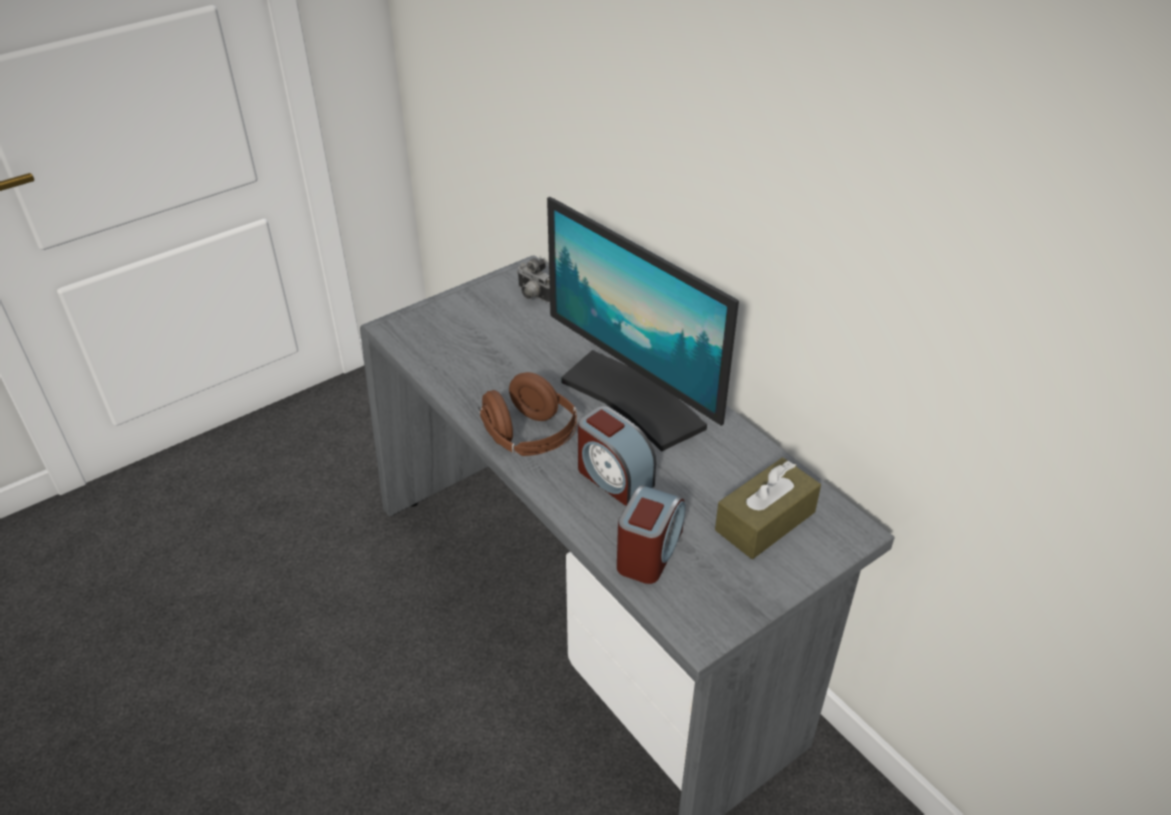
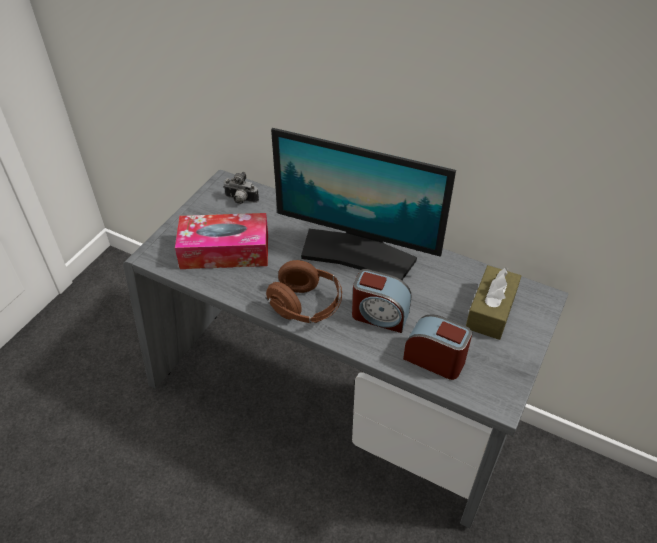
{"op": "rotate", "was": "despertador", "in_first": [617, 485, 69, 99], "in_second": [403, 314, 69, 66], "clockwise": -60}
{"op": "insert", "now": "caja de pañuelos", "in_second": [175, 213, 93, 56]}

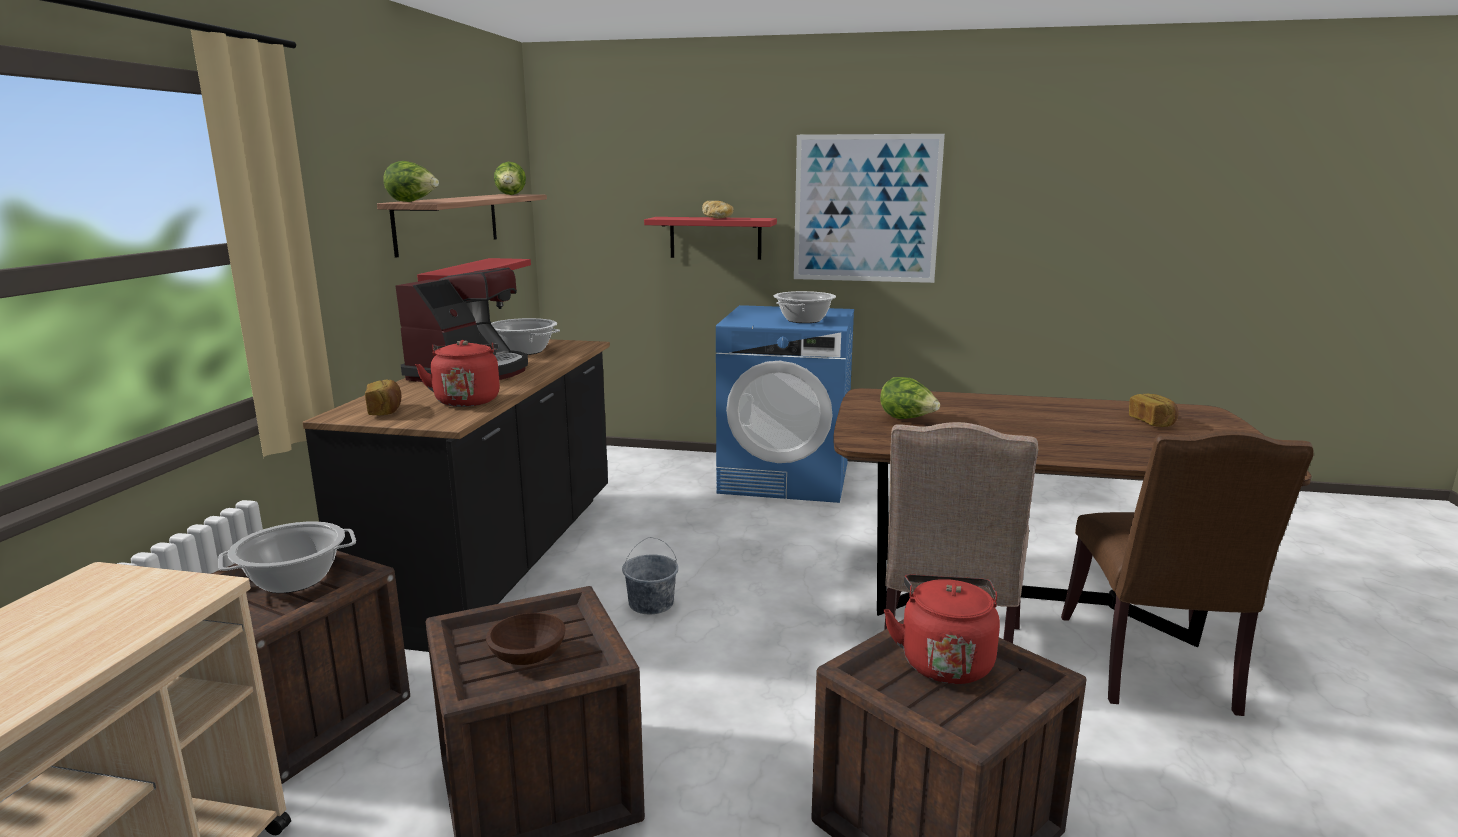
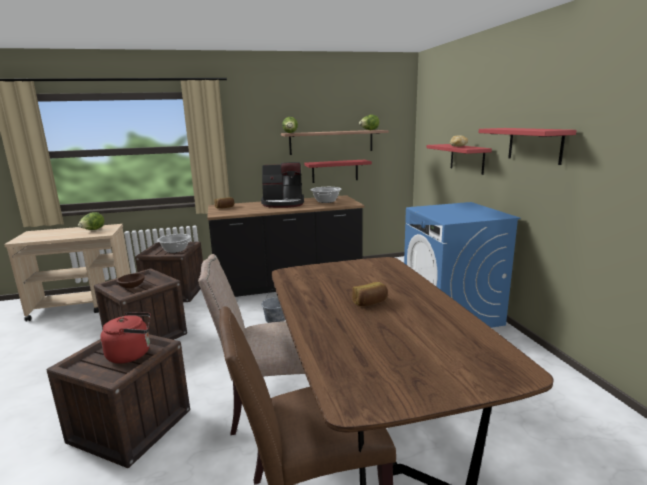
{"op": "delete", "was": "hervidor (rojo)", "in_first": [415, 340, 85, 67]}
{"op": "delete", "was": "olla", "in_first": [774, 291, 62, 32]}
{"op": "replace", "was": "cuadro", "now": "estante (rojo)", "in_first": [794, 134, 151, 149], "in_second": [479, 128, 98, 37]}
{"op": "move", "was": "lechuga", "in_first": [880, 377, 60, 42], "in_second": [78, 212, 27, 18]}
{"op": "move", "was": "pan", "in_first": [1129, 394, 50, 33], "in_second": [352, 282, 36, 24]}

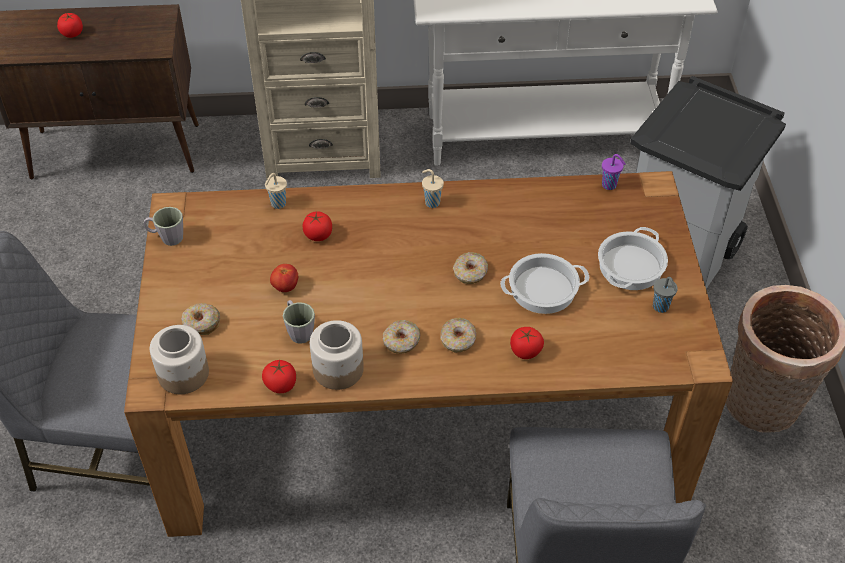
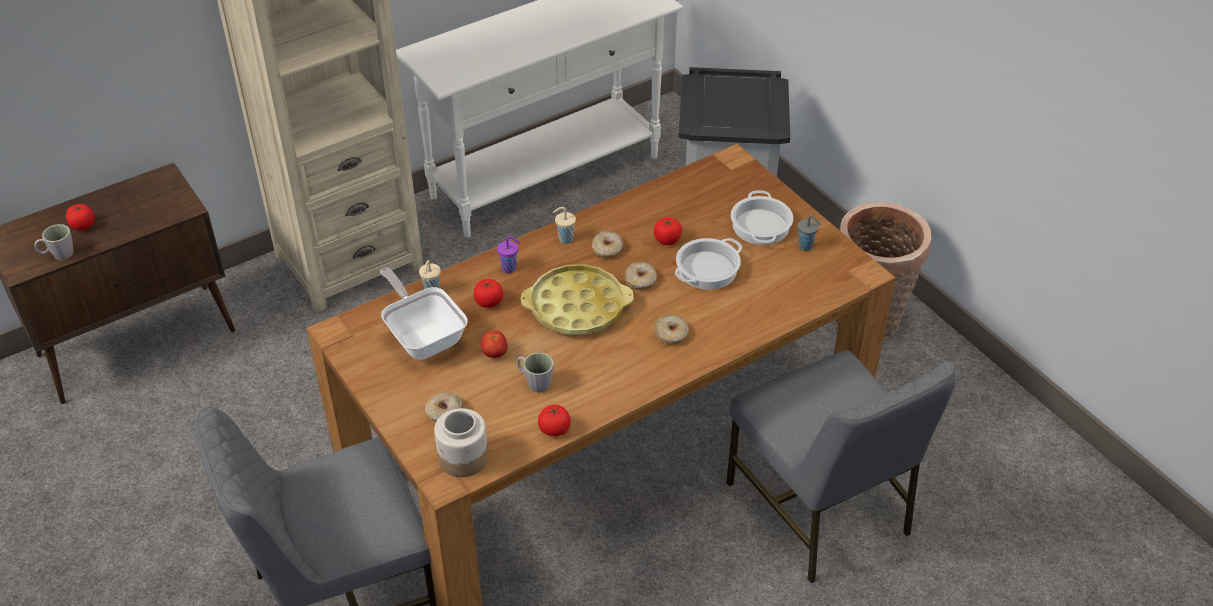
{"op": "move", "was": "taza grande (gris)", "in_first": [144, 207, 39, 39], "in_second": [34, 224, 39, 36]}
{"op": "delete", "was": "tarro", "in_first": [310, 320, 54, 70]}
{"op": "move", "was": "rosquilla", "in_first": [383, 320, 38, 34], "in_second": [592, 231, 31, 28]}
{"op": "move", "was": "tomate", "in_first": [510, 327, 34, 32], "in_second": [654, 218, 28, 27]}
{"op": "move", "was": "taza (morado)", "in_first": [602, 154, 24, 36], "in_second": [497, 236, 23, 37]}
{"op": "insert", "now": "sartén", "in_second": [380, 268, 88, 92]}
{"op": "insert", "now": "bandeja (amarillo)", "in_second": [521, 264, 113, 71]}

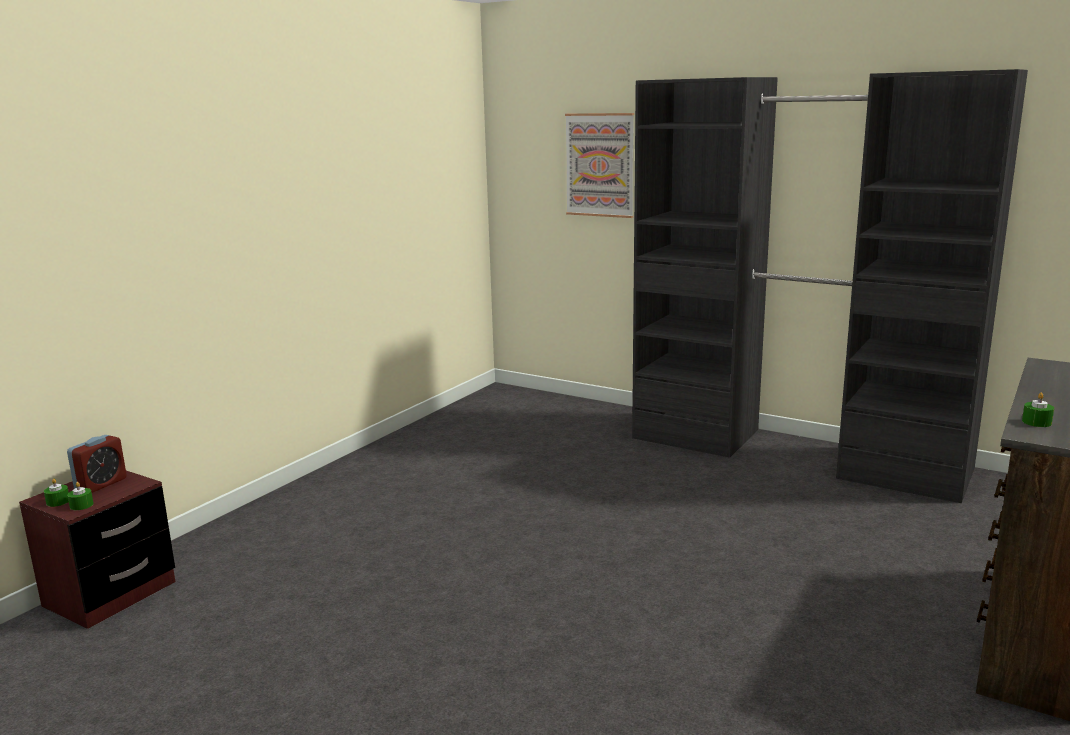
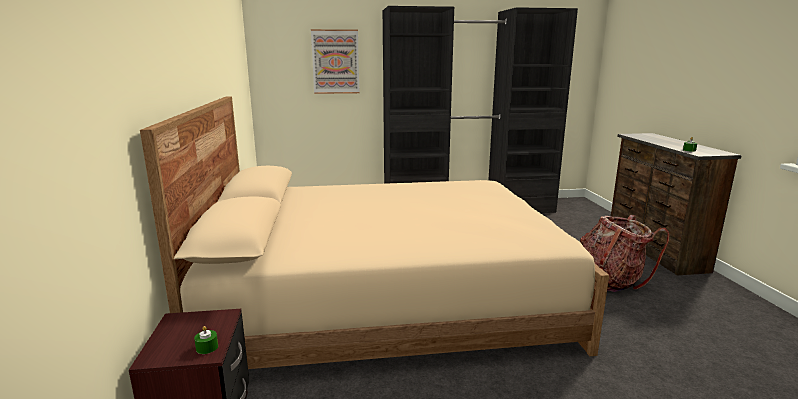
{"op": "delete", "was": "vela (verde)", "in_first": [44, 478, 25, 29]}
{"op": "delete", "was": "despertador", "in_first": [67, 435, 60, 58]}
{"op": "insert", "now": "cama (beis)", "in_second": [140, 96, 469, 273]}
{"op": "insert", "now": "mochila", "in_second": [580, 215, 89, 77]}

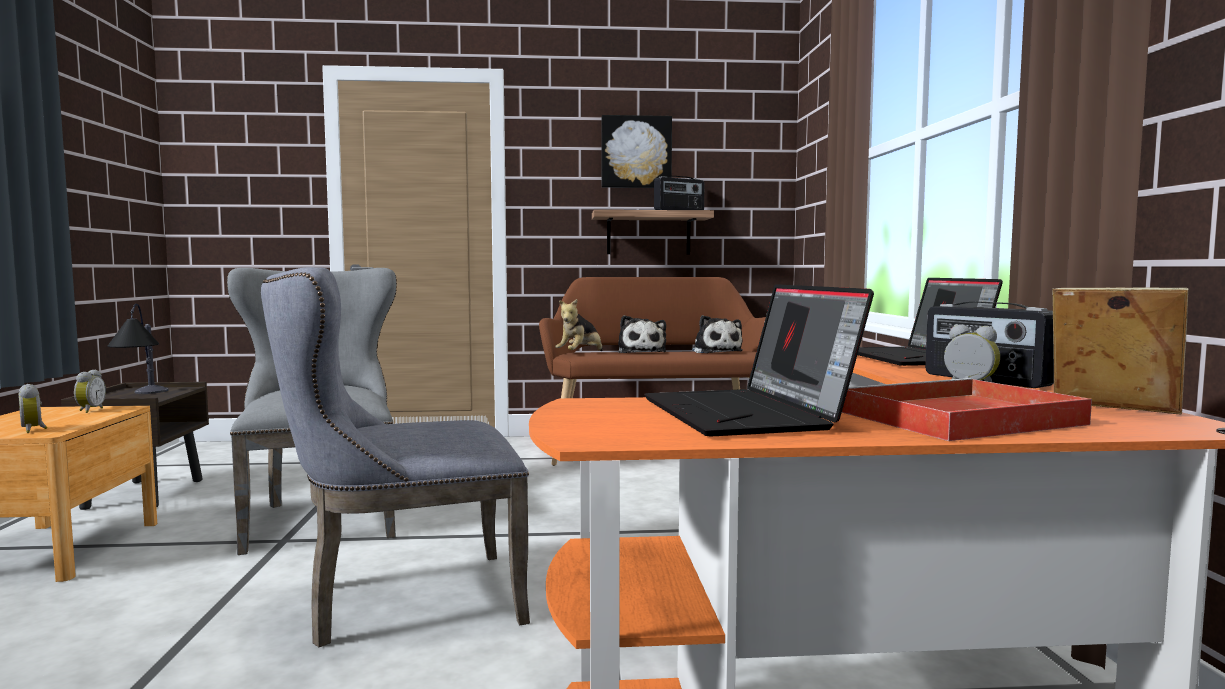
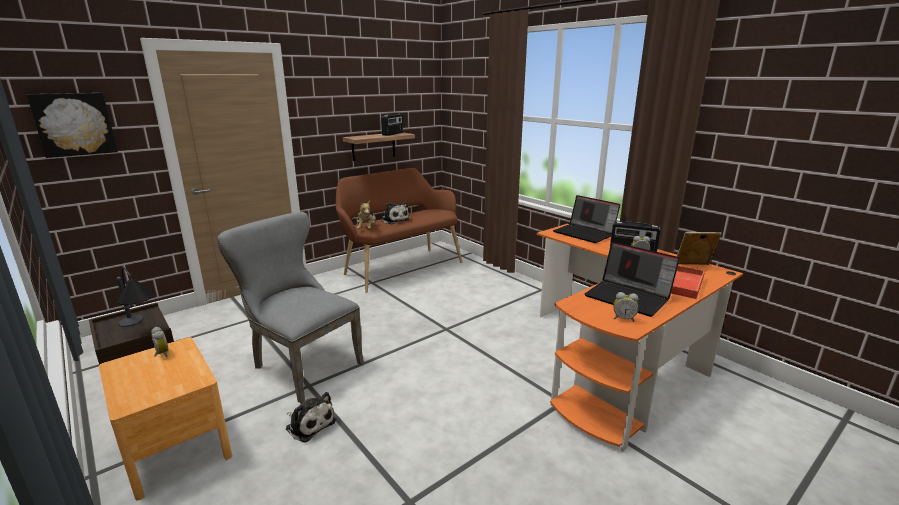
{"op": "move", "was": "despertador", "in_first": [18, 384, 29, 49], "in_second": [613, 292, 25, 30]}
{"op": "delete", "was": "silla (gris)", "in_first": [261, 267, 269, 380]}
{"op": "move", "was": "cuadro", "in_first": [601, 115, 71, 73], "in_second": [27, 93, 91, 65]}
{"op": "move", "was": "peluche", "in_first": [691, 315, 52, 38], "in_second": [286, 392, 50, 51]}

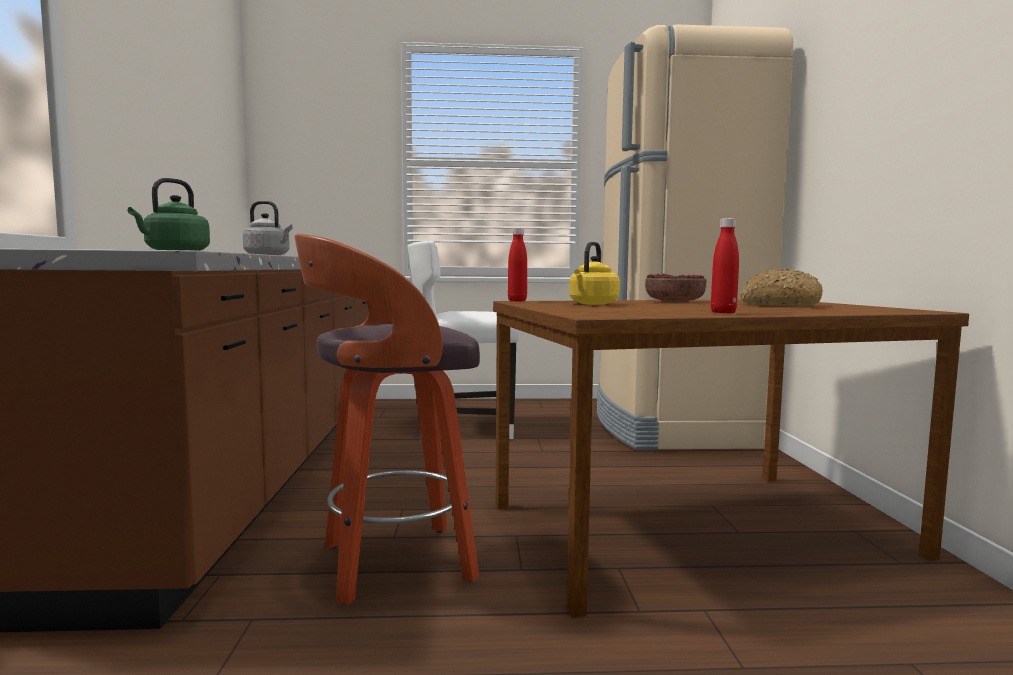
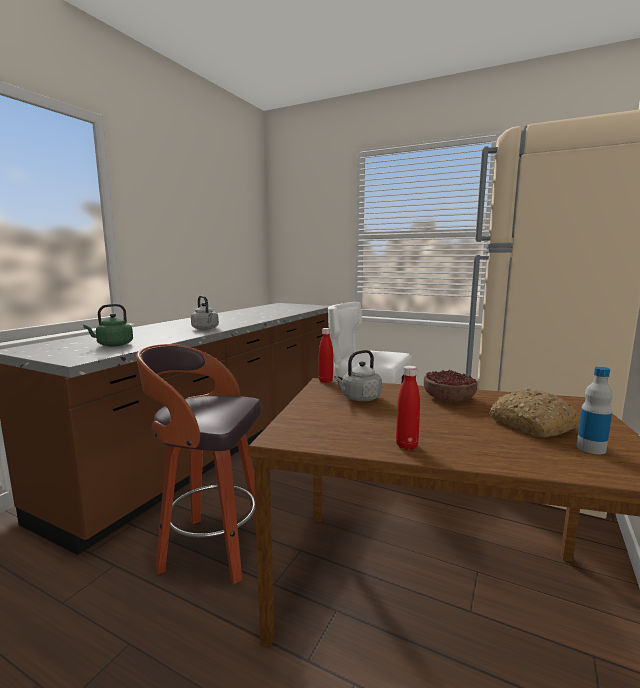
{"op": "recolor", "was": "hervidor (amarillo)", "now": "hervidor (gris)", "in_first": [569, 242, 51, 63], "in_second": [333, 350, 49, 51]}
{"op": "insert", "now": "botella", "in_second": [576, 367, 37, 87]}

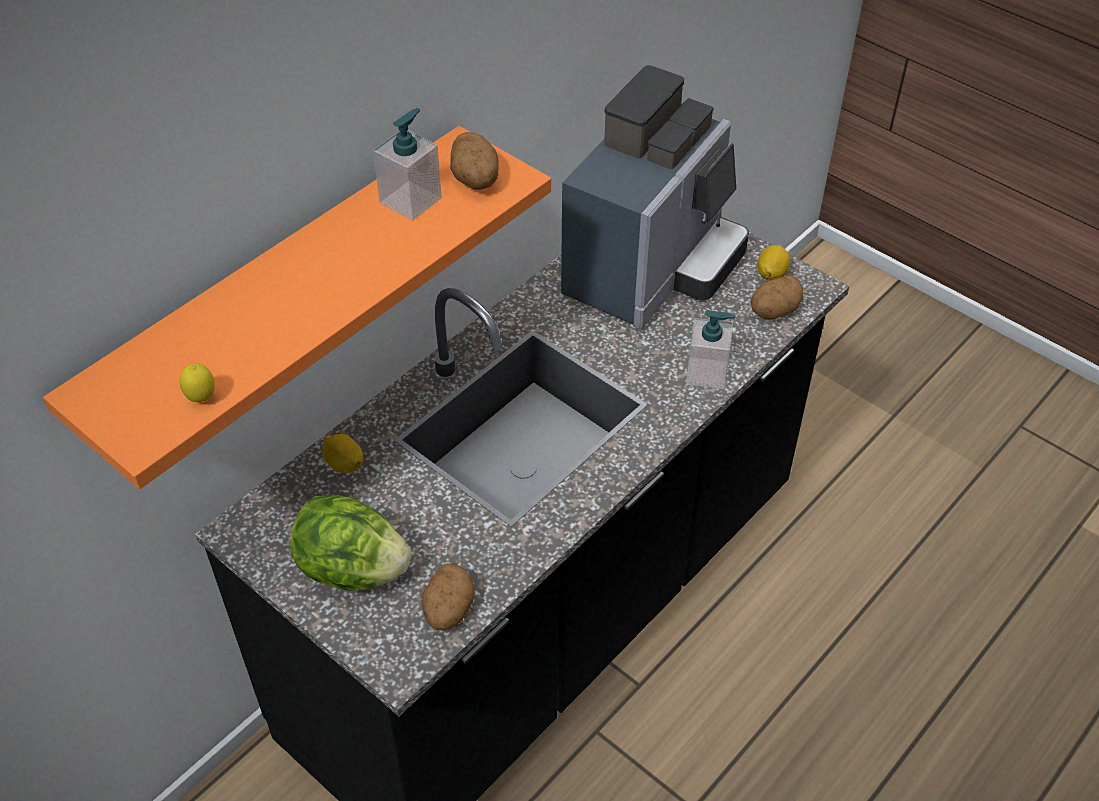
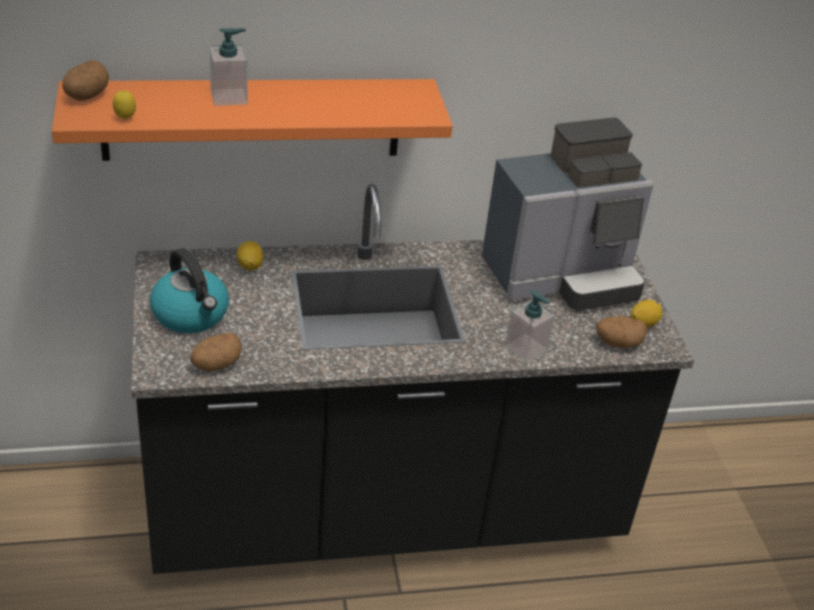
{"op": "replace", "was": "lechuga", "now": "hervidor", "in_first": [290, 495, 121, 96], "in_second": [150, 248, 79, 85]}
{"op": "move", "was": "dispensador de jabón", "in_first": [373, 108, 69, 113], "in_second": [209, 28, 39, 78]}
{"op": "move", "was": "patata", "in_first": [450, 132, 49, 58], "in_second": [63, 60, 46, 41]}

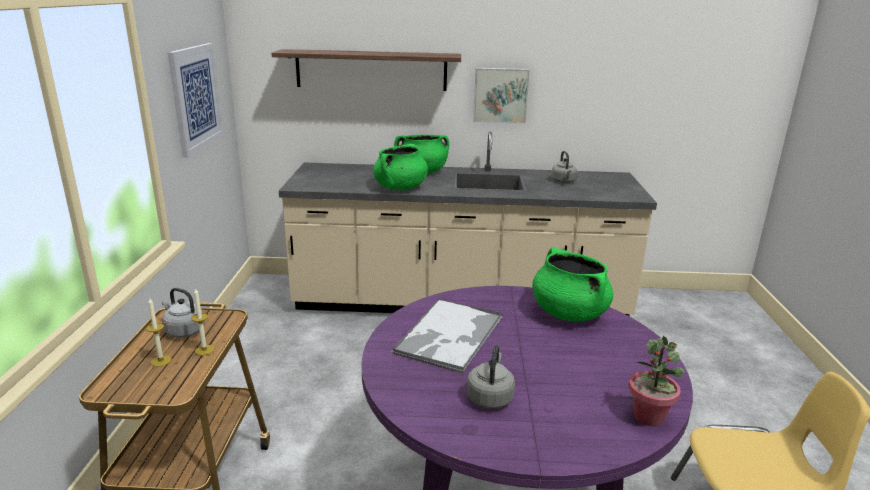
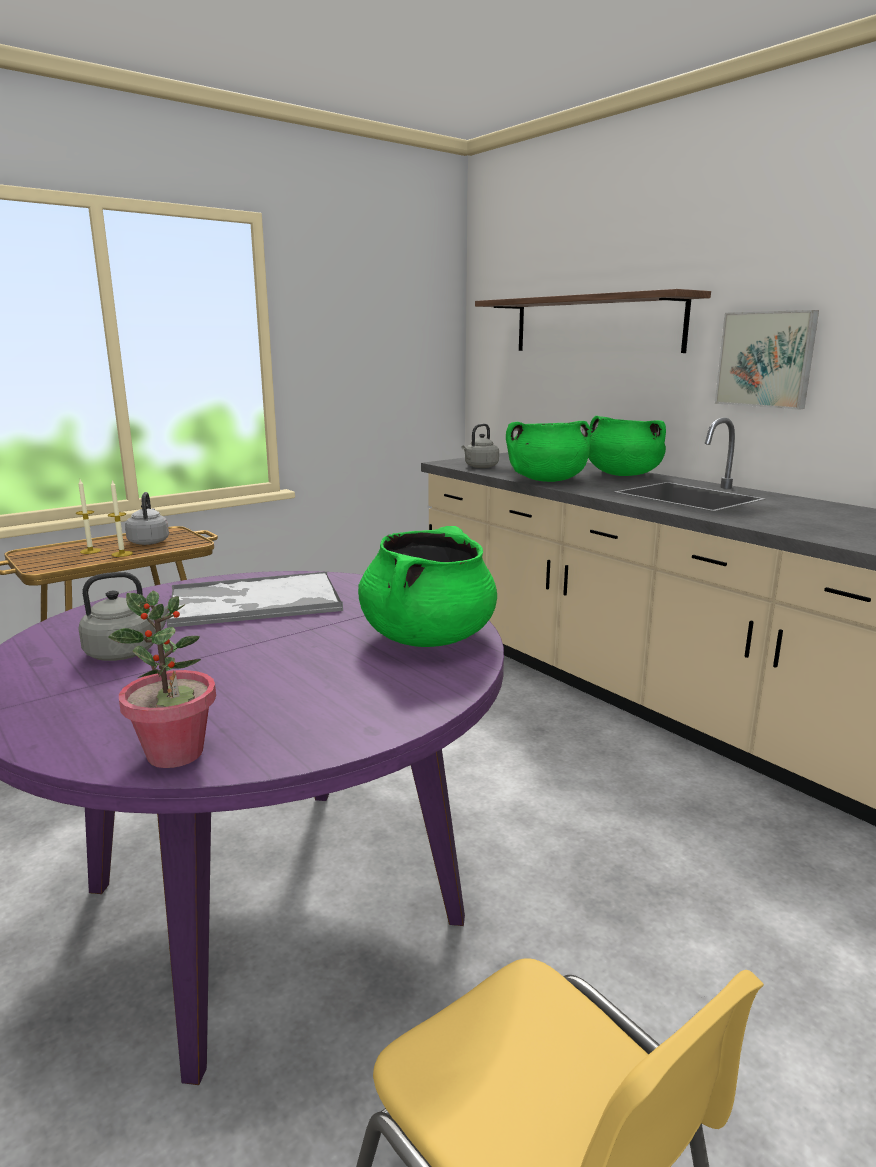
{"op": "delete", "was": "cuadro", "in_first": [168, 43, 56, 114]}
{"op": "move", "was": "hervidor (gris)", "in_first": [552, 151, 25, 32], "in_second": [462, 424, 37, 44]}

